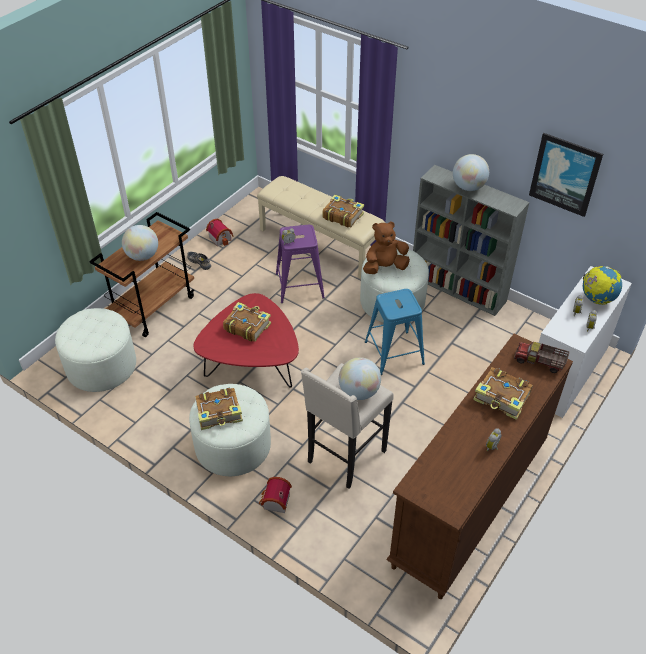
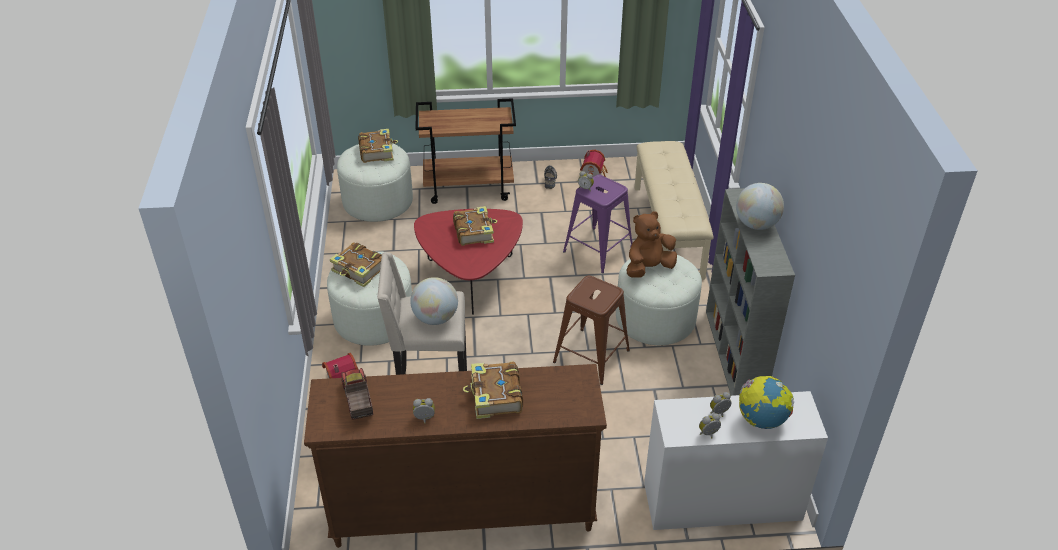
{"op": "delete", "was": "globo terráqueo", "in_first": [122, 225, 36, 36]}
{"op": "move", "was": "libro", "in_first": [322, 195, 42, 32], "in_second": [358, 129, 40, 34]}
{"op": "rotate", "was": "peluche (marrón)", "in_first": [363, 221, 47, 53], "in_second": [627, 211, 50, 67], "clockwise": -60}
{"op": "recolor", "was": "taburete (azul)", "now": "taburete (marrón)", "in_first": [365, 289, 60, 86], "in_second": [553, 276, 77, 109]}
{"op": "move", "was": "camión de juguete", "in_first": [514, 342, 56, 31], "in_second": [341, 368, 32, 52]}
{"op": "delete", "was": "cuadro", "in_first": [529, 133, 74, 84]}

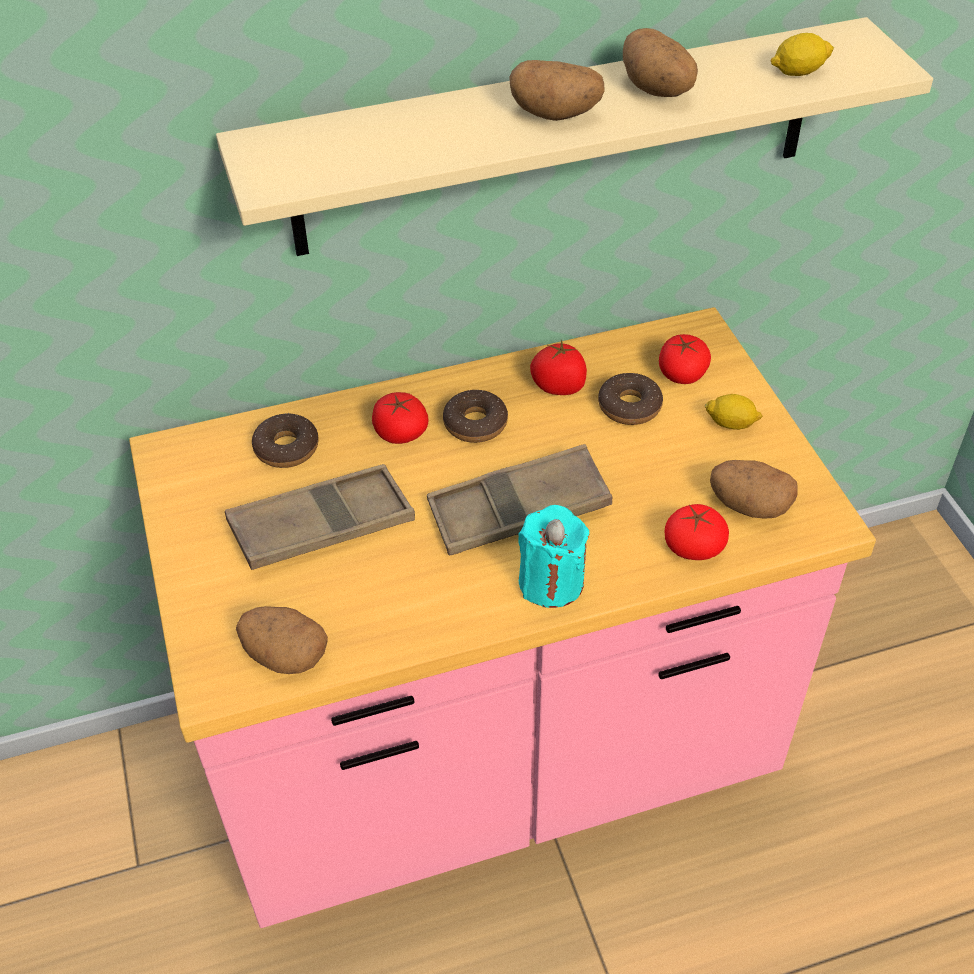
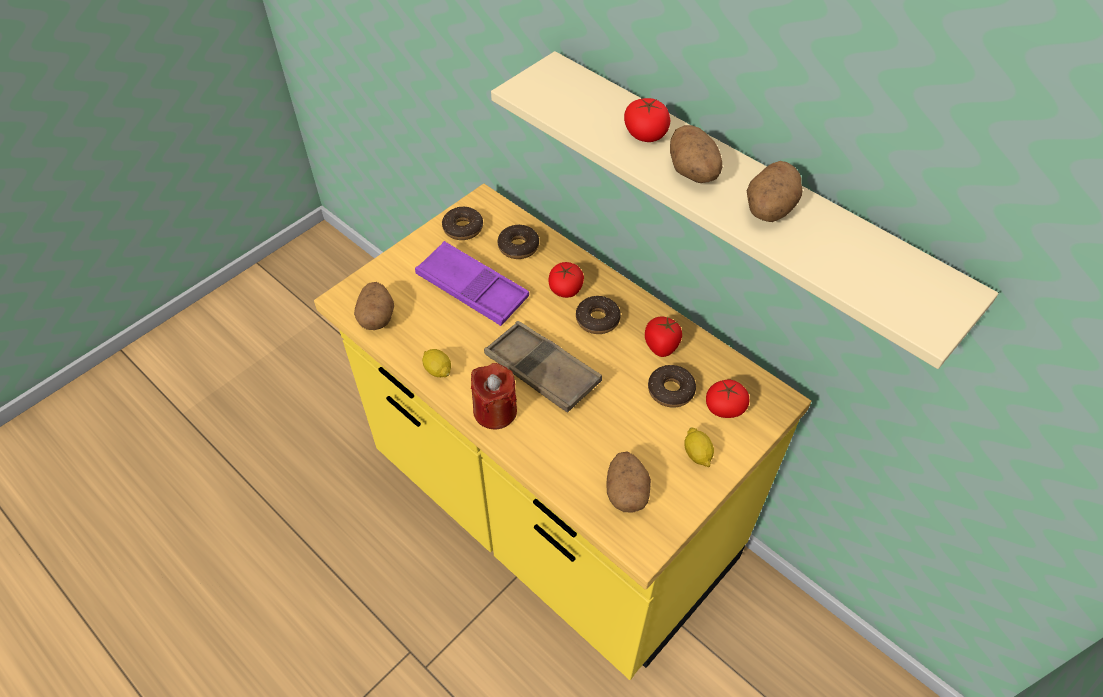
{"op": "recolor", "was": "mueble bajo de cocina (rosa)", "now": "mueble bajo de cocina (amarillo)", "in_first": [129, 307, 747, 621], "in_second": [314, 184, 497, 496]}
{"op": "recolor", "was": "bandeja (marrón)", "now": "bandeja (morado)", "in_first": [225, 464, 190, 106], "in_second": [415, 241, 114, 85]}
{"op": "recolor", "was": "vela (turquesa)", "now": "vela (rojo)", "in_first": [518, 505, 71, 103], "in_second": [471, 363, 46, 66]}
{"op": "move", "was": "tomate", "in_first": [664, 504, 65, 56], "in_second": [624, 98, 46, 44]}
{"op": "move", "was": "limón", "in_first": [770, 33, 64, 43], "in_second": [422, 349, 29, 28]}
{"op": "insert", "now": "rosquilla", "in_second": [442, 207, 41, 33]}

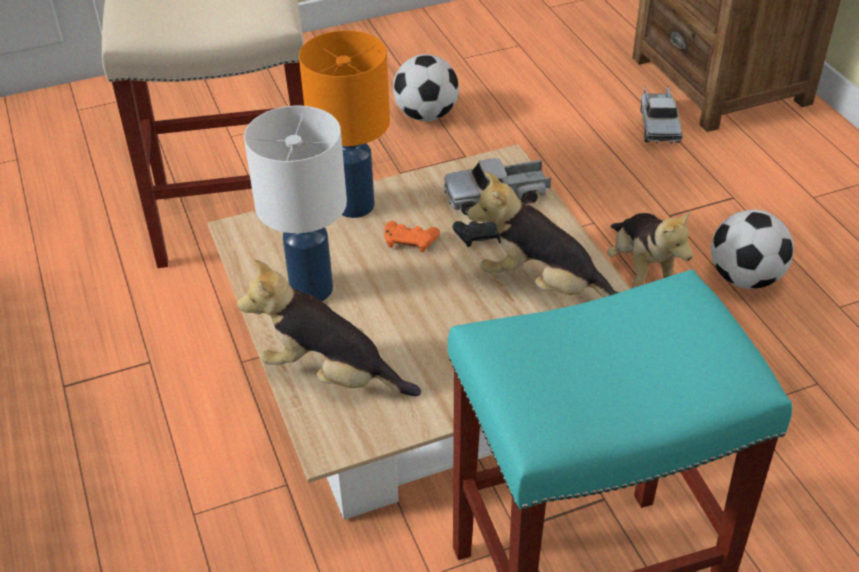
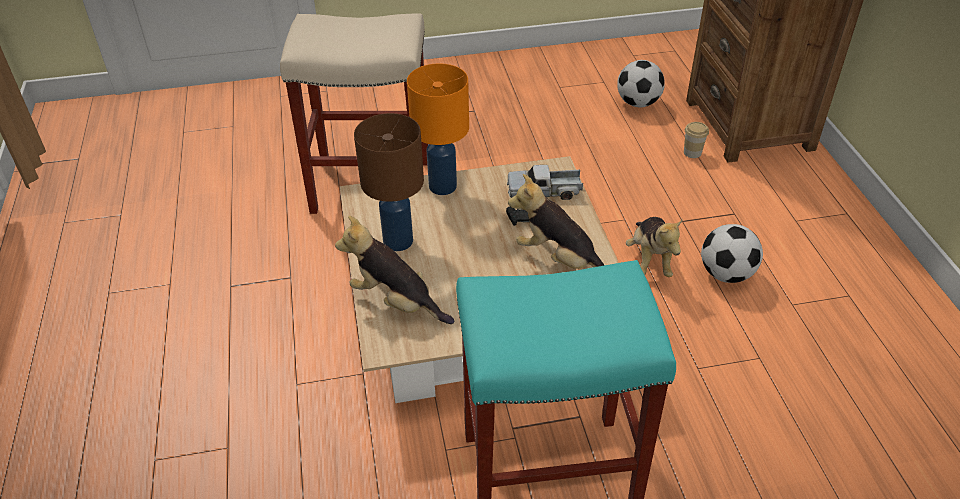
{"op": "recolor", "was": "lámpara de mesa (blanco)", "now": "lámpara de mesa (marrón)", "in_first": [244, 106, 103, 195], "in_second": [354, 113, 70, 138]}
{"op": "delete", "was": "mando de consola (naranja)", "in_first": [384, 221, 56, 32]}
{"op": "move", "was": "balón de fútbol", "in_first": [393, 54, 66, 68], "in_second": [617, 60, 48, 48]}
{"op": "replace", "was": "camión de juguete", "now": "taza", "in_first": [640, 86, 43, 57], "in_second": [684, 122, 25, 36]}

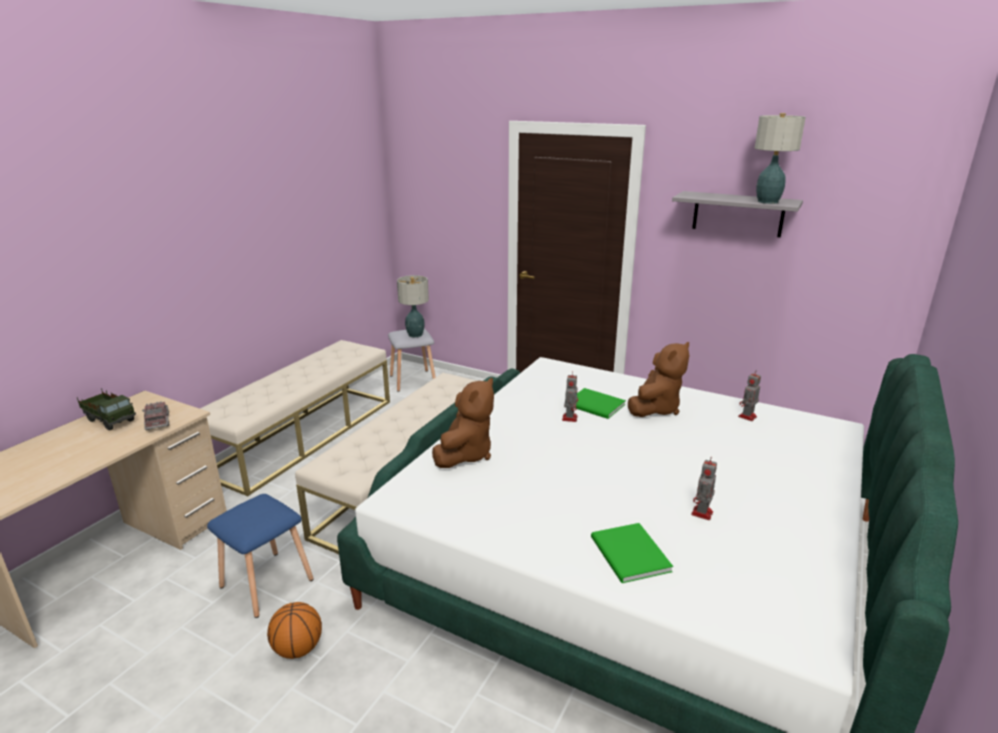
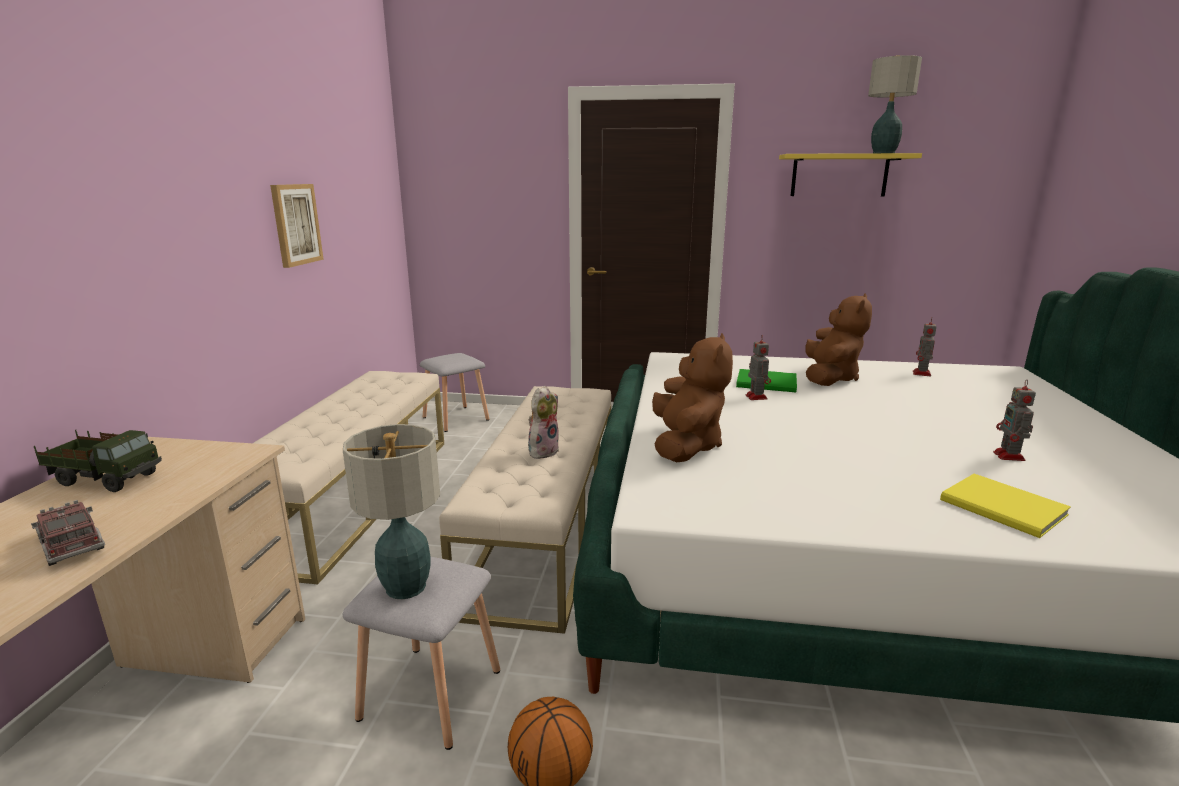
{"op": "move", "was": "camión de juguete", "in_first": [142, 401, 27, 30], "in_second": [31, 500, 74, 66]}
{"op": "recolor", "was": "taburete (azul)", "now": "taburete (gris)", "in_first": [207, 494, 107, 124], "in_second": [342, 557, 158, 193]}
{"op": "move", "was": "lámpara de mesa", "in_first": [397, 275, 32, 62], "in_second": [343, 424, 97, 175]}
{"op": "recolor", "was": "libro (verde)", "now": "libro (amarillo)", "in_first": [591, 523, 82, 60], "in_second": [940, 474, 131, 64]}
{"op": "recolor", "was": "estante (gris)", "now": "estante (amarillo)", "in_first": [672, 191, 131, 46], "in_second": [779, 153, 143, 44]}
{"op": "insert", "now": "cuadro", "in_second": [270, 184, 54, 84]}
{"op": "insert", "now": "peluche", "in_second": [528, 386, 31, 73]}

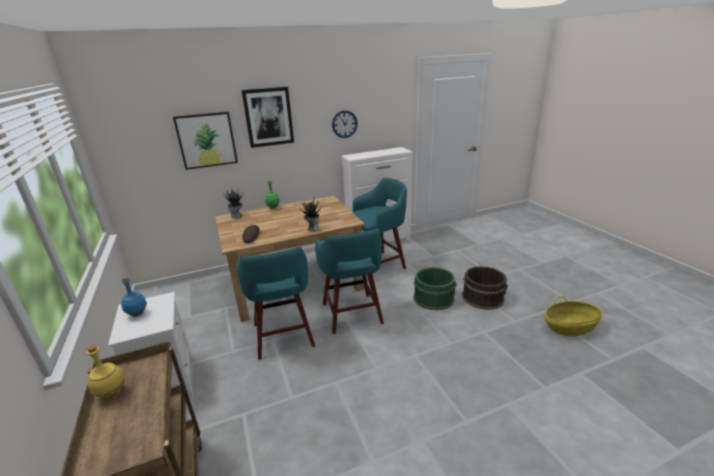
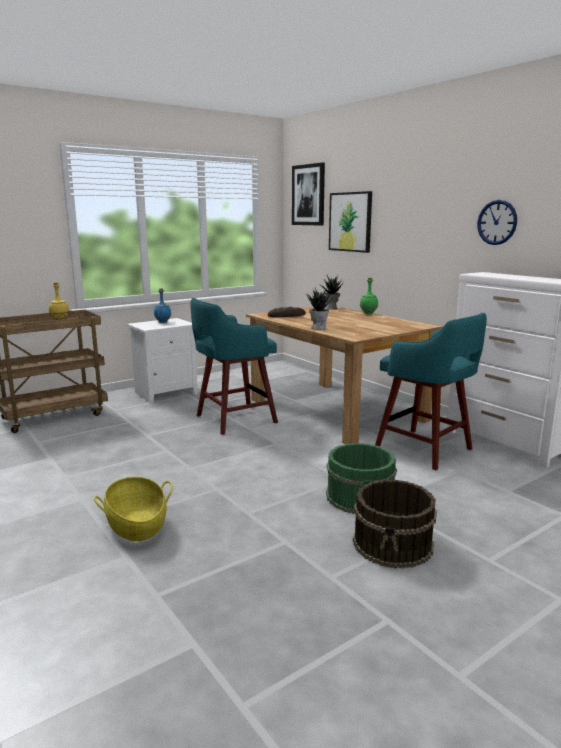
{"op": "move", "was": "cuadro", "in_first": [242, 87, 52, 61], "in_second": [292, 163, 33, 62]}
{"op": "delete", "was": "taburete (turquesa)", "in_first": [315, 229, 69, 105]}
{"op": "move", "was": "cesta", "in_first": [544, 296, 58, 40], "in_second": [94, 477, 79, 64]}

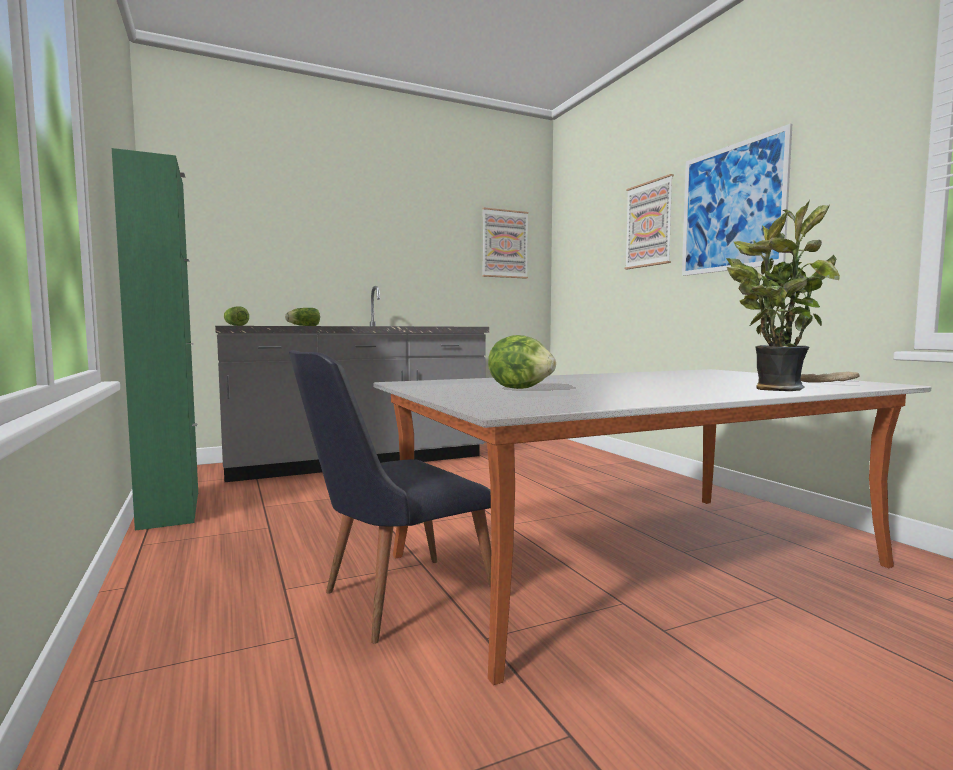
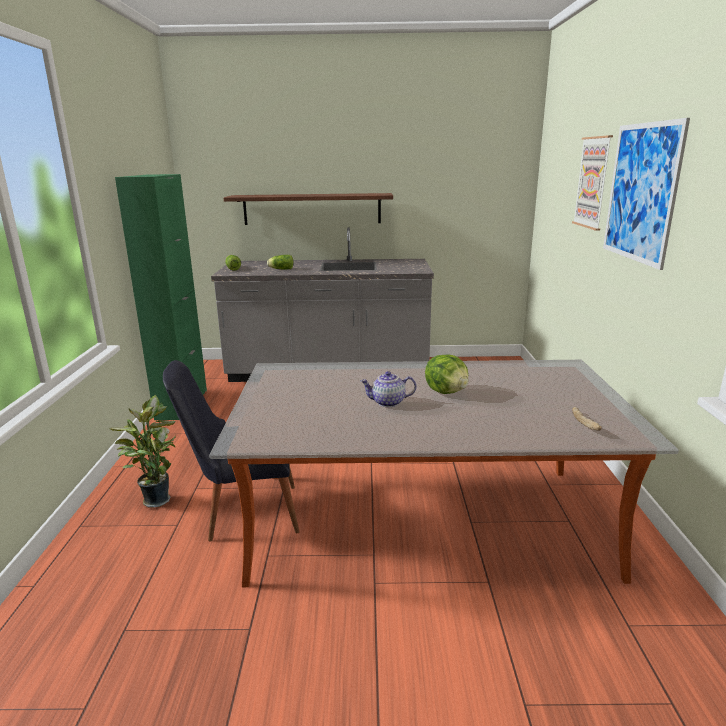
{"op": "delete", "was": "cuadro", "in_first": [482, 208, 47, 71]}
{"op": "move", "was": "lechuga", "in_first": [488, 335, 68, 54], "in_second": [425, 354, 43, 40]}
{"op": "move", "was": "planta en maceta", "in_first": [726, 200, 114, 191], "in_second": [110, 395, 66, 113]}
{"op": "insert", "now": "estante", "in_second": [224, 193, 169, 32]}
{"op": "insert", "now": "tetera", "in_second": [360, 371, 56, 36]}

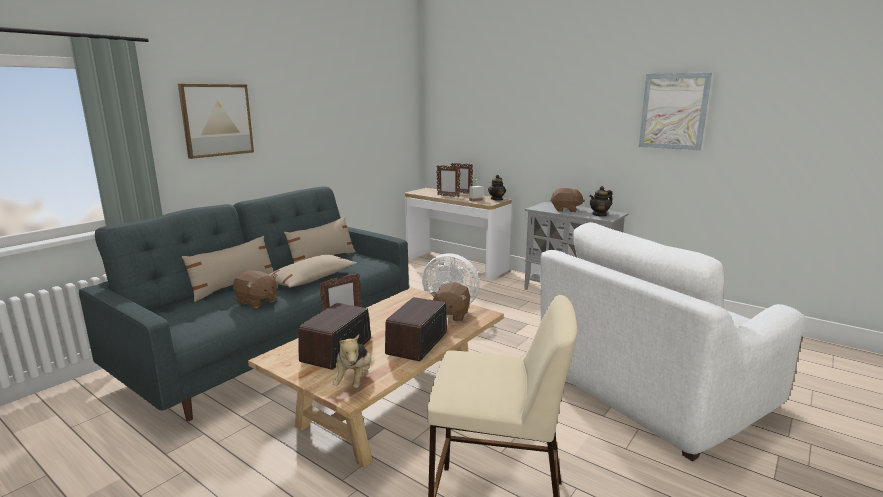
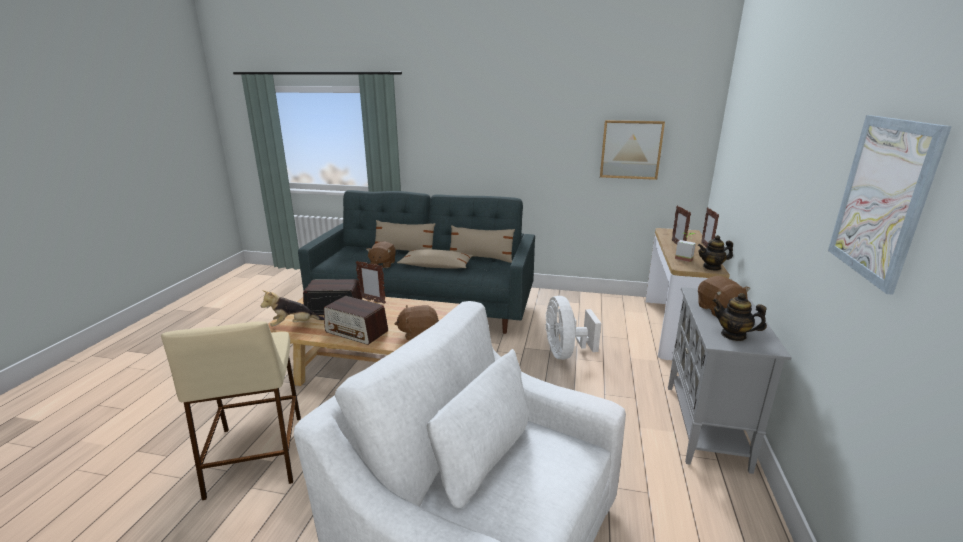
{"op": "move", "was": "cuadro", "in_first": [178, 84, 76, 75], "in_second": [600, 120, 65, 60]}
{"op": "rotate", "was": "radio", "in_first": [385, 297, 62, 64], "in_second": [324, 296, 64, 49], "clockwise": -150}

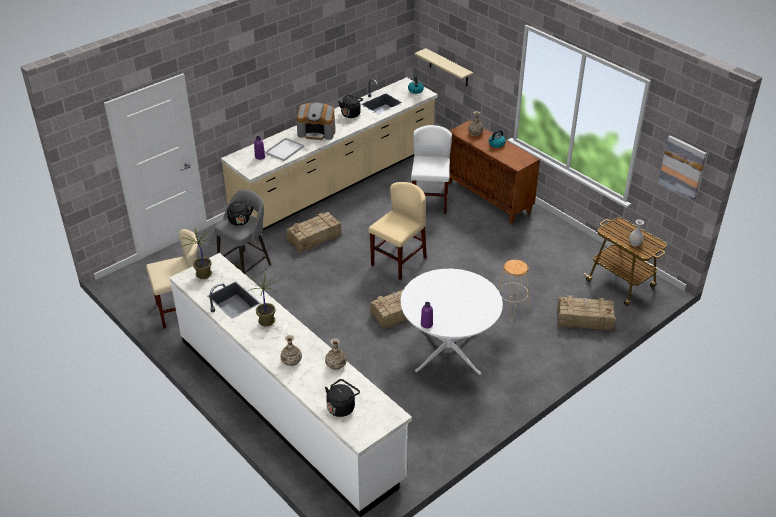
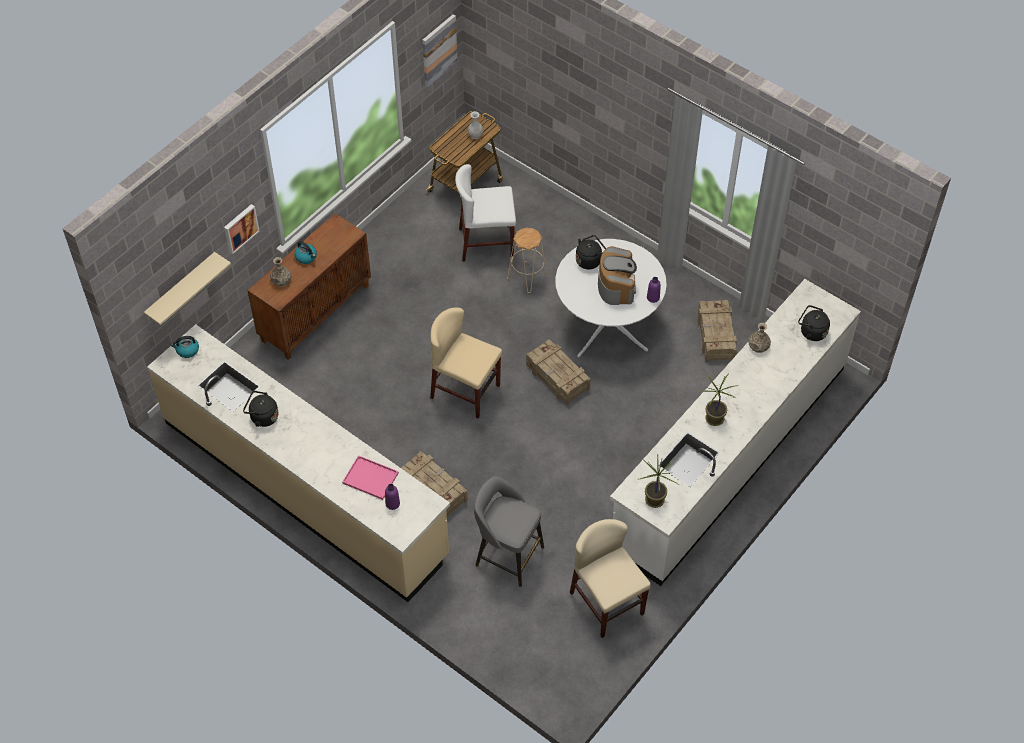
{"op": "move", "was": "hervidor (negro)", "in_first": [227, 201, 26, 25], "in_second": [576, 235, 30, 34]}
{"op": "recolor", "was": "bandeja (blanco)", "now": "bandeja (rosa)", "in_first": [265, 137, 39, 24], "in_second": [342, 455, 57, 45]}
{"op": "delete", "was": "florero", "in_first": [280, 335, 22, 31]}
{"op": "move", "was": "cafetera", "in_first": [297, 102, 39, 38], "in_second": [598, 246, 39, 59]}
{"op": "move", "was": "silla (blanco)", "in_first": [411, 125, 41, 89], "in_second": [455, 164, 61, 98]}
{"op": "move", "was": "caja de embalaje", "in_first": [557, 295, 59, 36], "in_second": [697, 300, 40, 62]}
{"op": "insert", "now": "cuadro", "in_second": [224, 204, 35, 50]}

